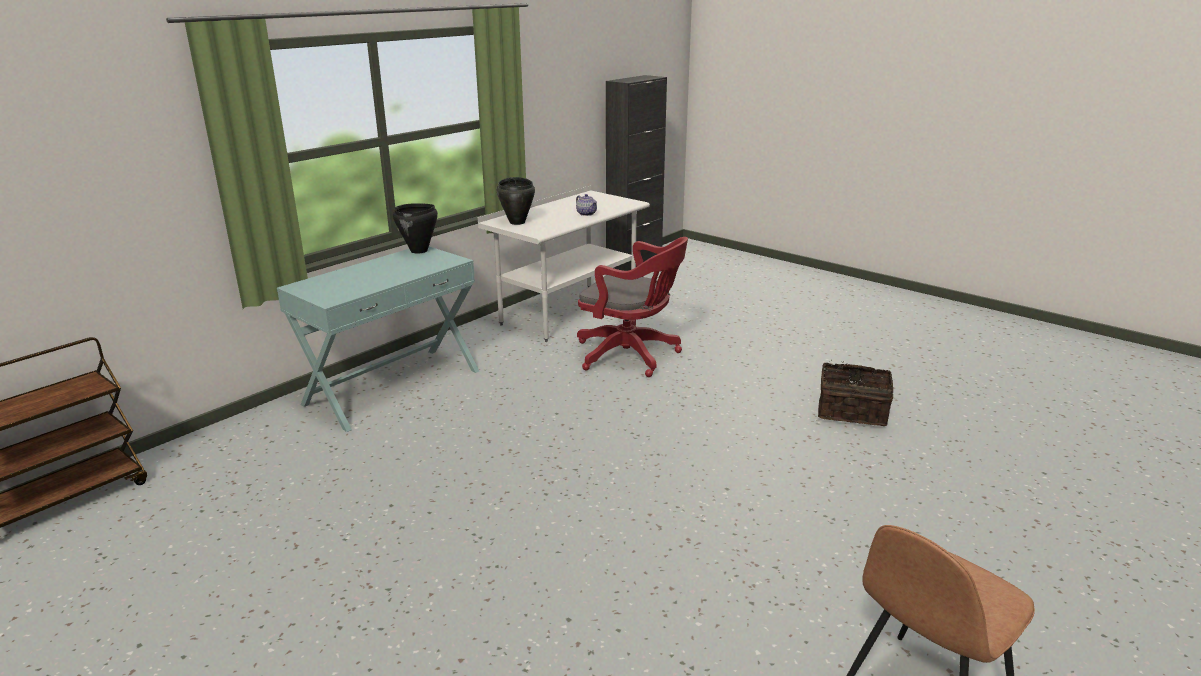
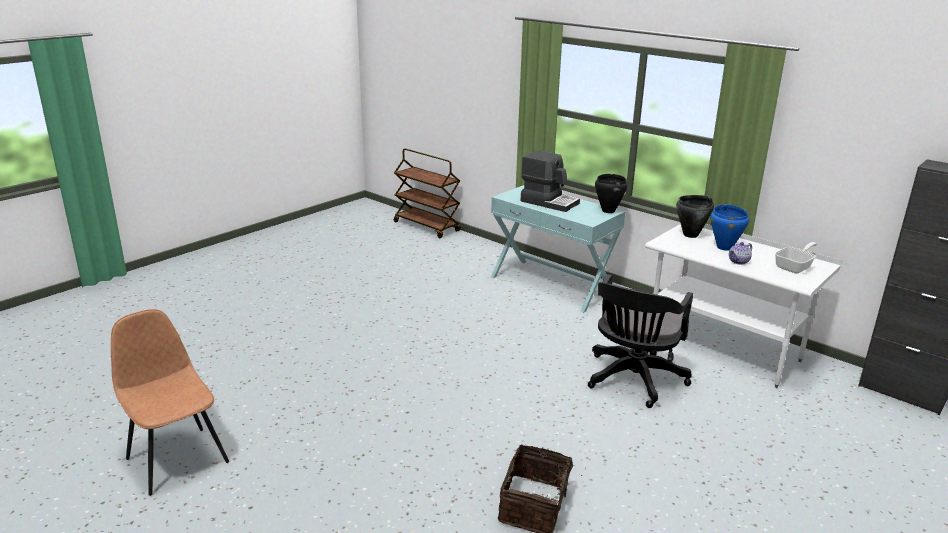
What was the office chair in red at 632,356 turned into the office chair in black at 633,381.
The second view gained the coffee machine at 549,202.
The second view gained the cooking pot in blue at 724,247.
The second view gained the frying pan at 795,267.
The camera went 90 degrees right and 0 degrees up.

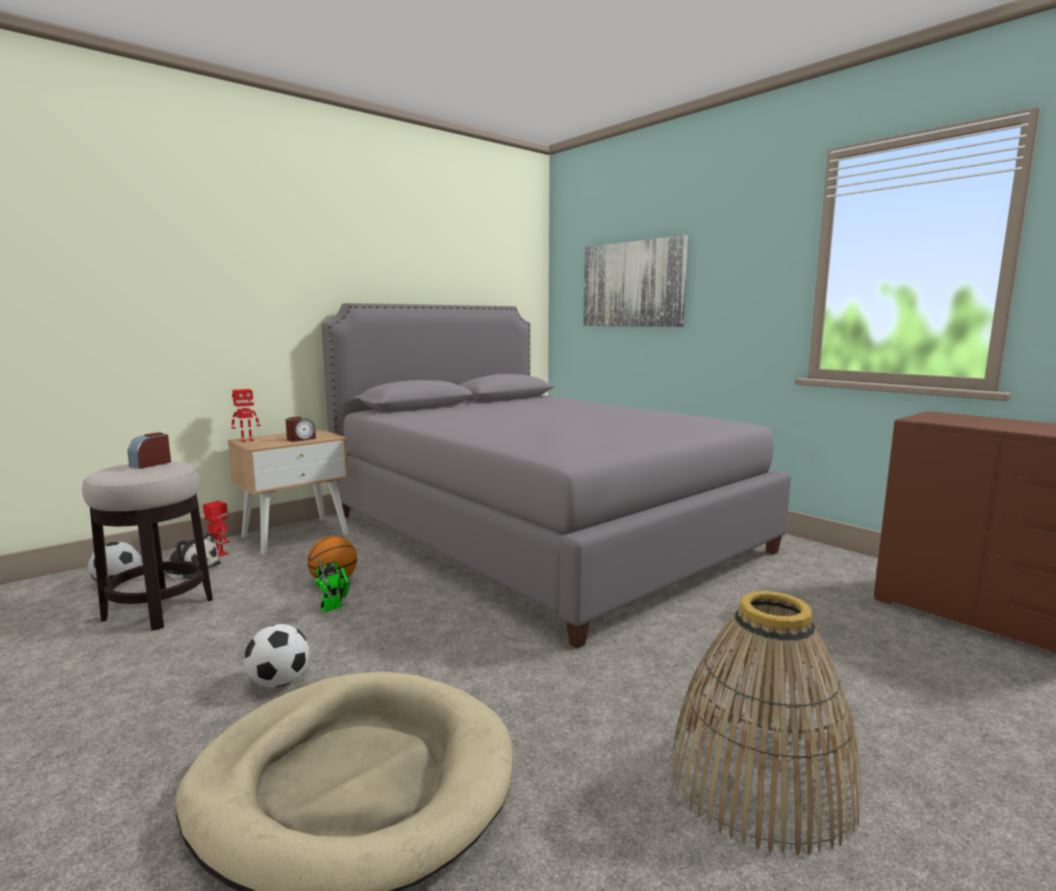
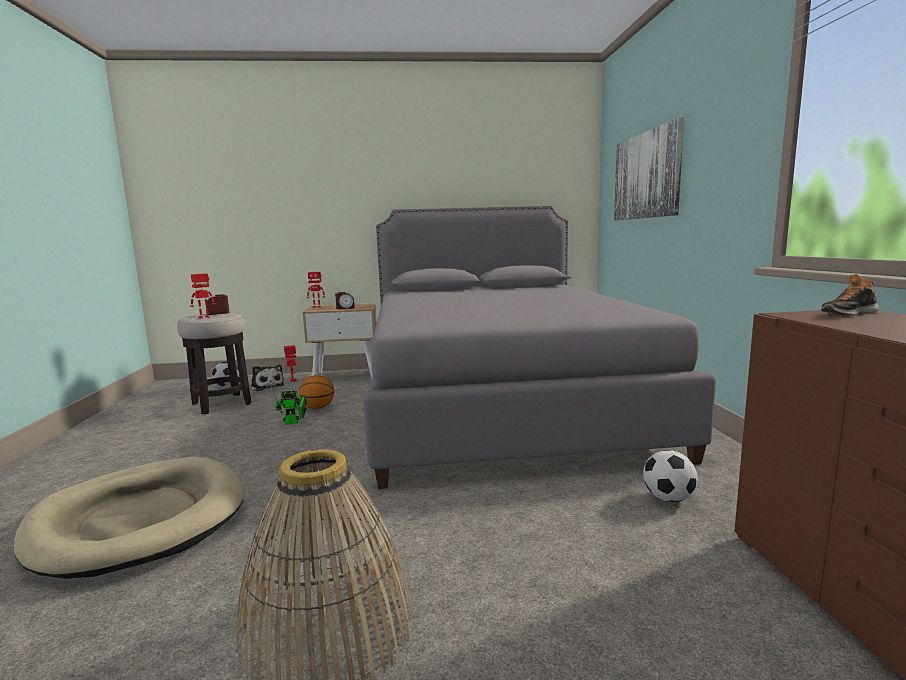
The football ended up elsewhere, having gone from 280,682 to 668,498.
The second view gained the toy robot at 204,317.
The second view gained the shoe at 847,313.
The camera went 35 degrees right and 0 degrees up.

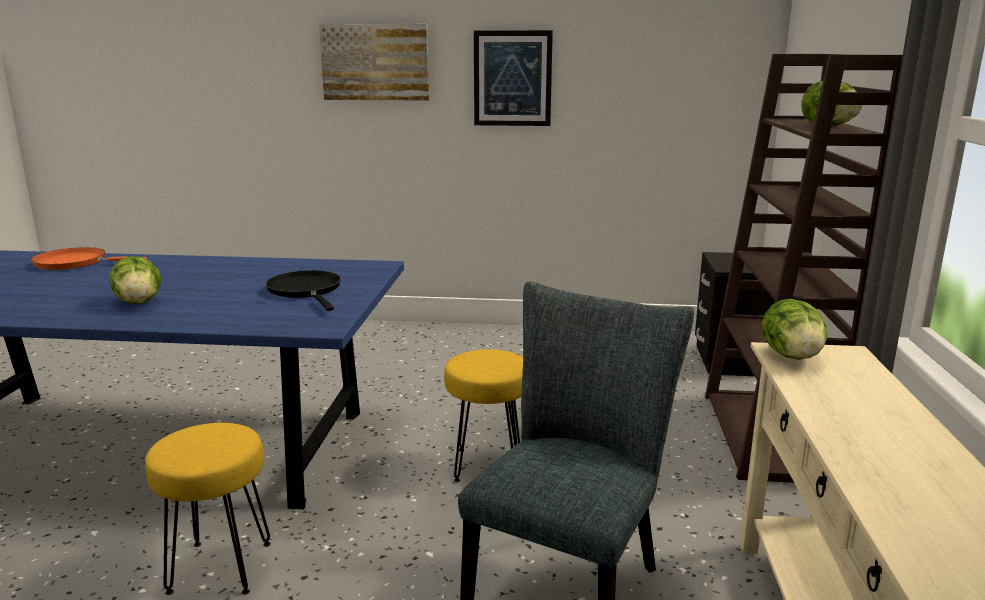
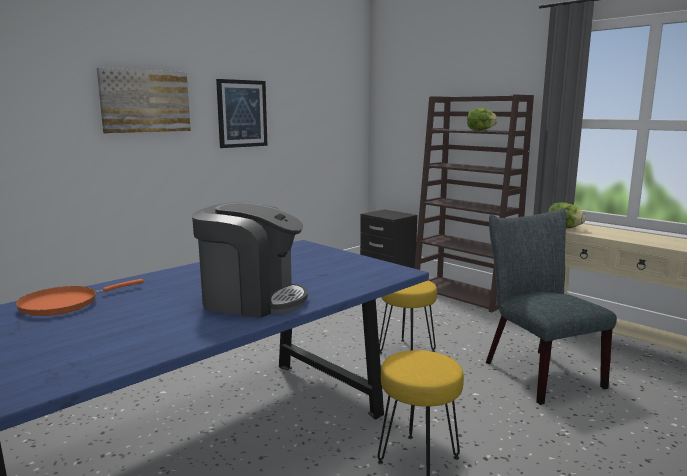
Where the lettuce stood at 139,302, the coffee machine came to stand at 252,299.
The second view lost the frying pan in black at 306,290.
The camera went 50 degrees left and 5 degrees down.

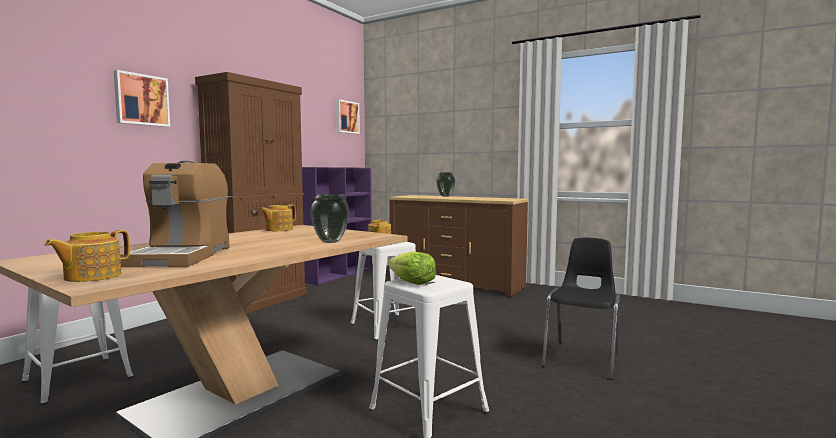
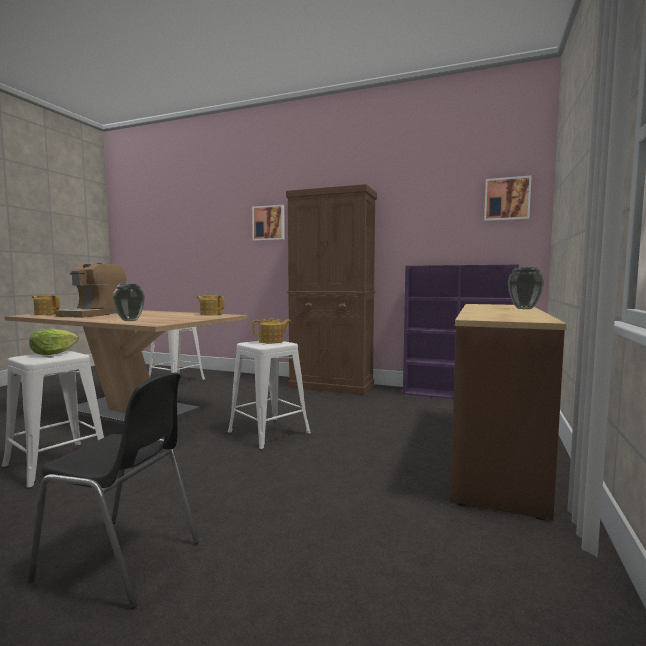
The coffee machine at 182,256 ended up facing another way, 60 degrees counterclockwise from before.
The camera went 80 degrees right and 0 degrees up.

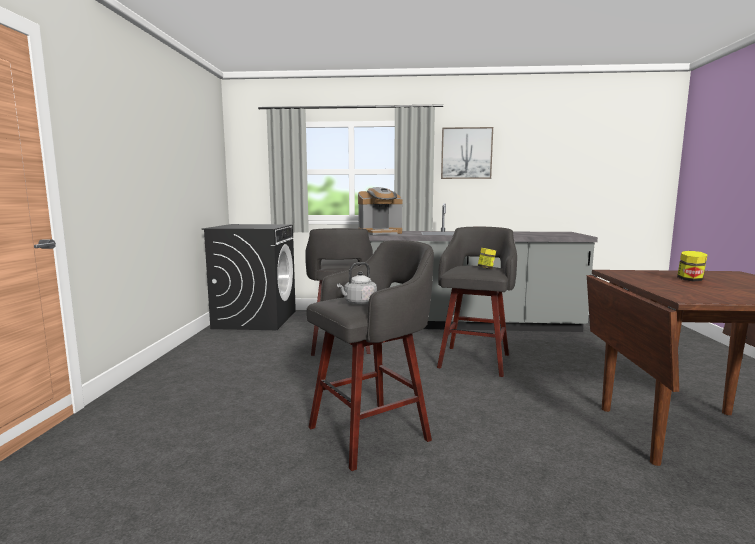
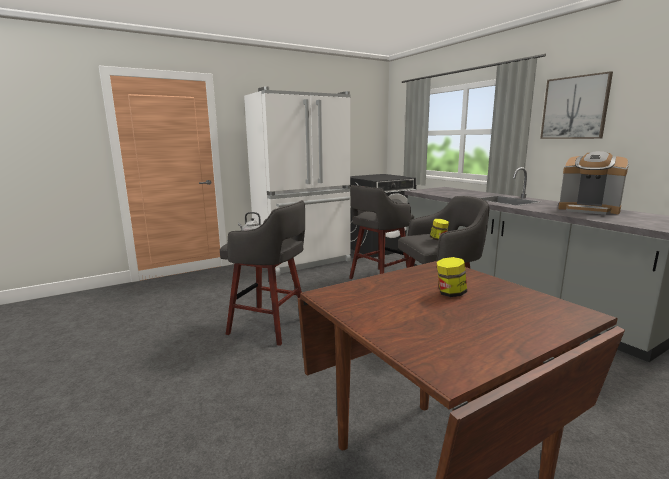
The coffee machine ended up elsewhere, having gone from 380,233 to 588,210.
The second view gained the fridge in white at 304,261.
The camera went 55 degrees right and 5 degrees up.

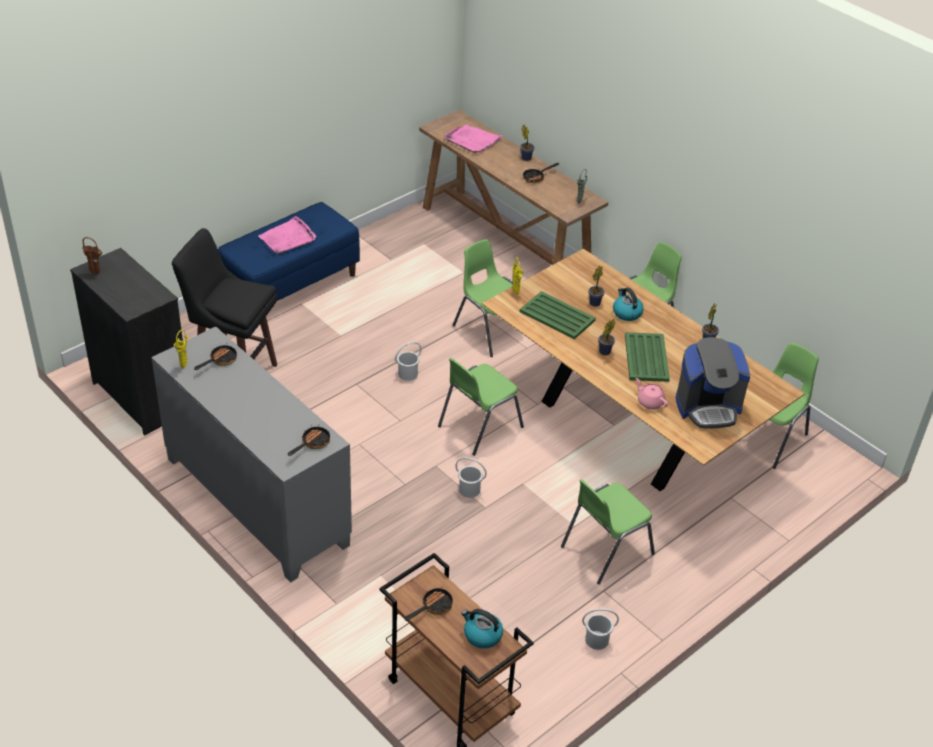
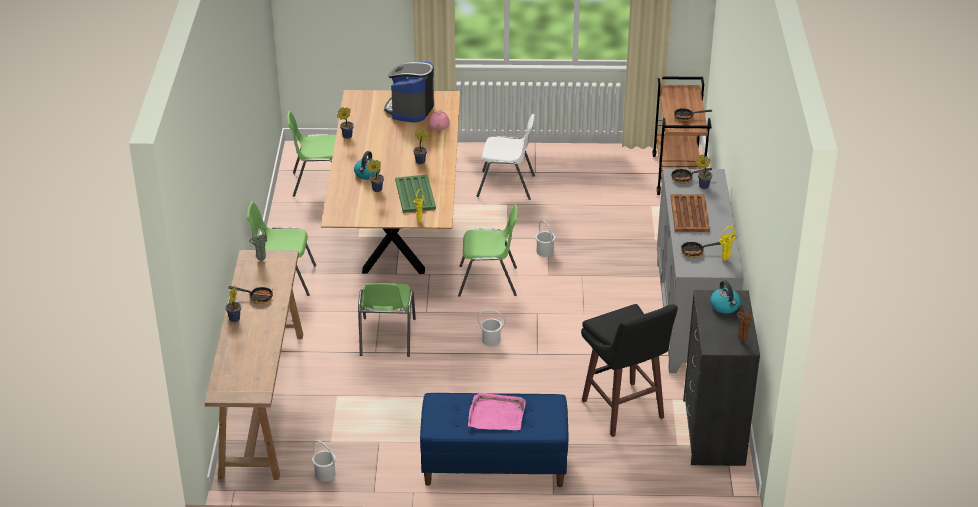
The second view lost the tray in pink at 472,140.
The kettle ended up elsewhere, having gone from 482,635 to 725,306.
What was the chair in green at 605,550 turned into the chair in white at 507,186.
The bucket in white ended up elsewhere, having gone from 596,639 to 325,474.
The second view lost the tray in green at 646,357.
The coffee machine at 708,407 ended up facing another way, 105 degrees counterclockwise from before.
The second view gained the tray in brown at 689,214.
The second view gained the potted plant at 702,186.
The camera went 135 degrees left and 5 degrees down.

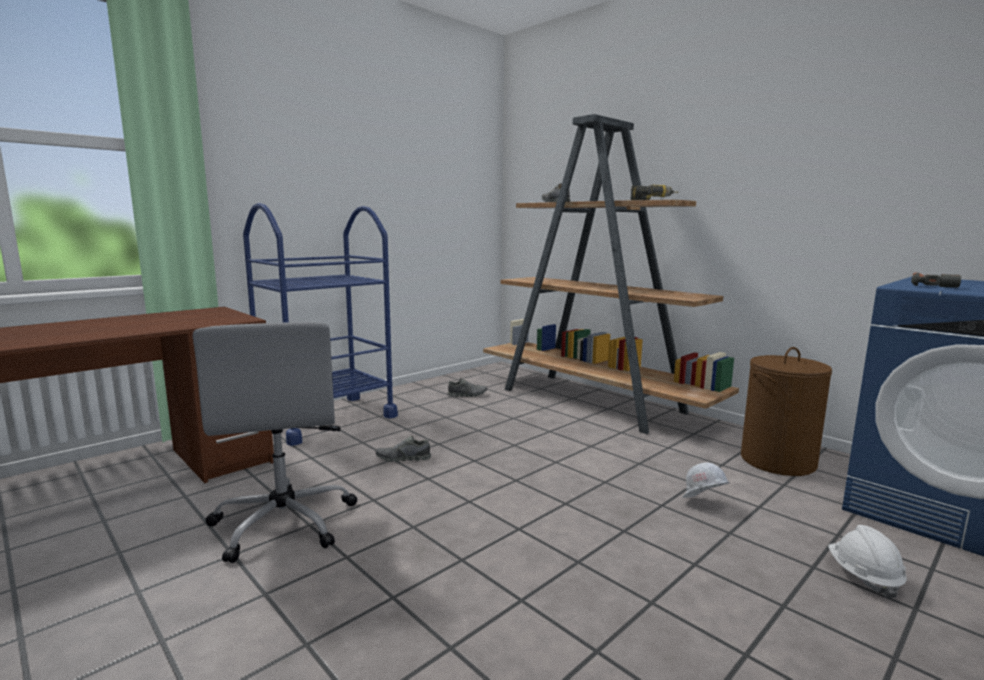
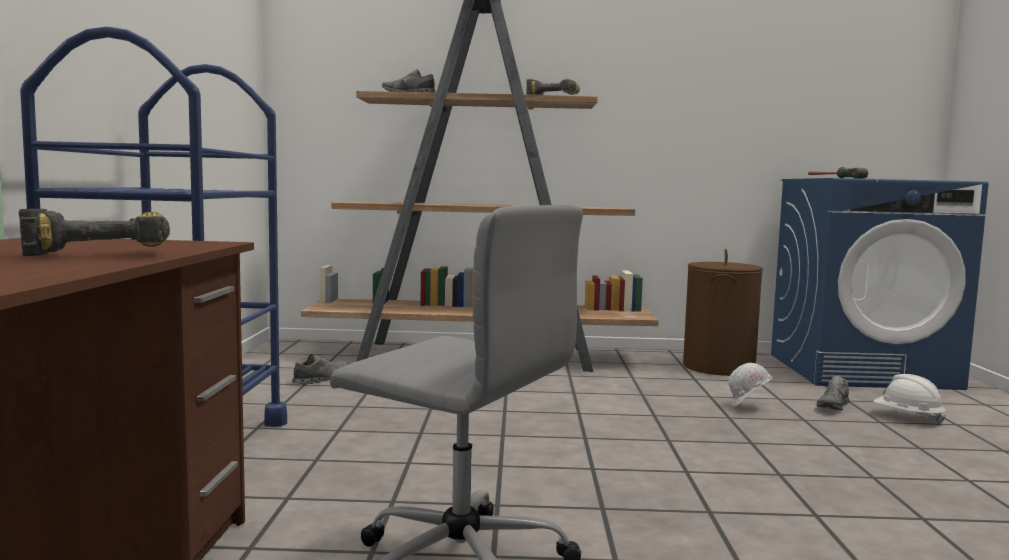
The shoe in grey ended up elsewhere, having gone from 403,459 to 833,406.
The second view gained the power drill at 103,253.
The camera went 45 degrees left and 5 degrees down.

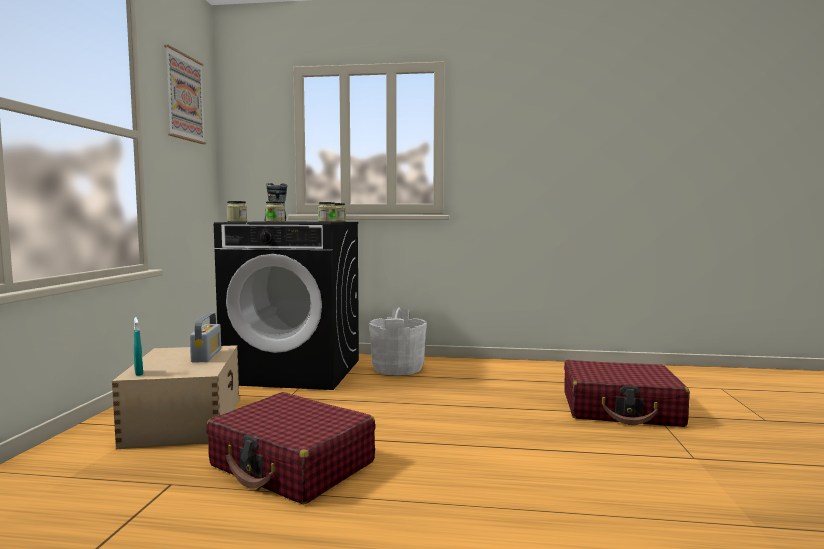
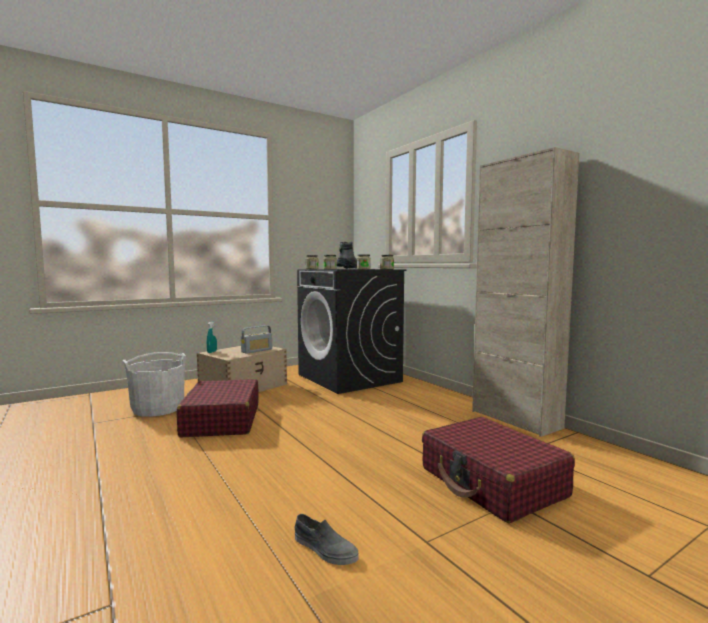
The second view lost the picture at 184,97.
The bucket in white ended up elsewhere, having gone from 397,368 to 157,408.
The second view gained the shoe in grey at 324,549.
The second view gained the cabinet in beige at 515,419.
The camera went 50 degrees right and 0 degrees up.

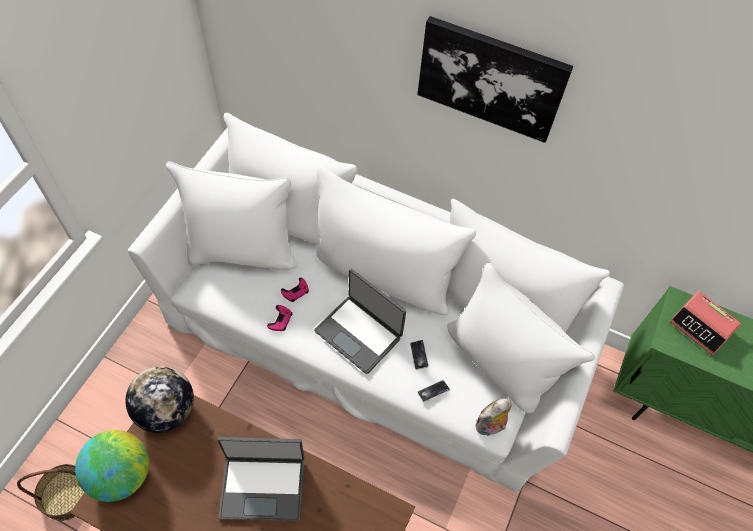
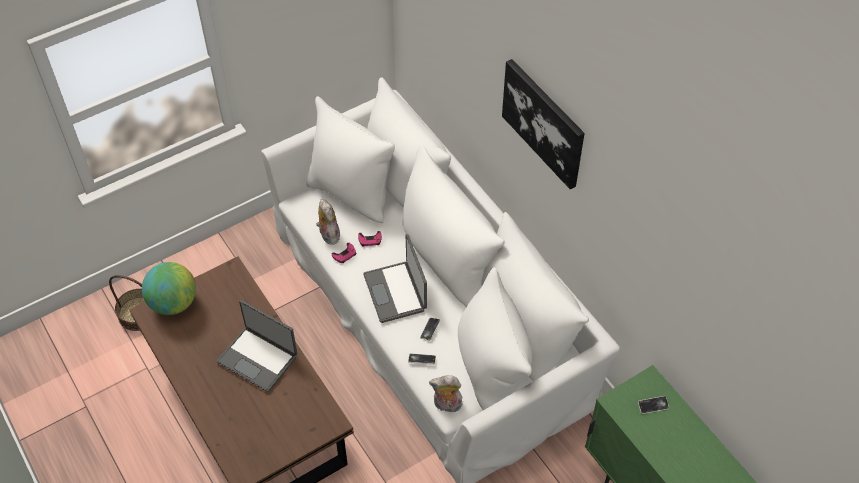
The second view lost the globe at 166,410.
Where the alarm clock stood at 701,326, the phone came to stand at 653,406.
The second view gained the plush toy at 328,235.
The camera went 35 degrees right and 5 degrees down.

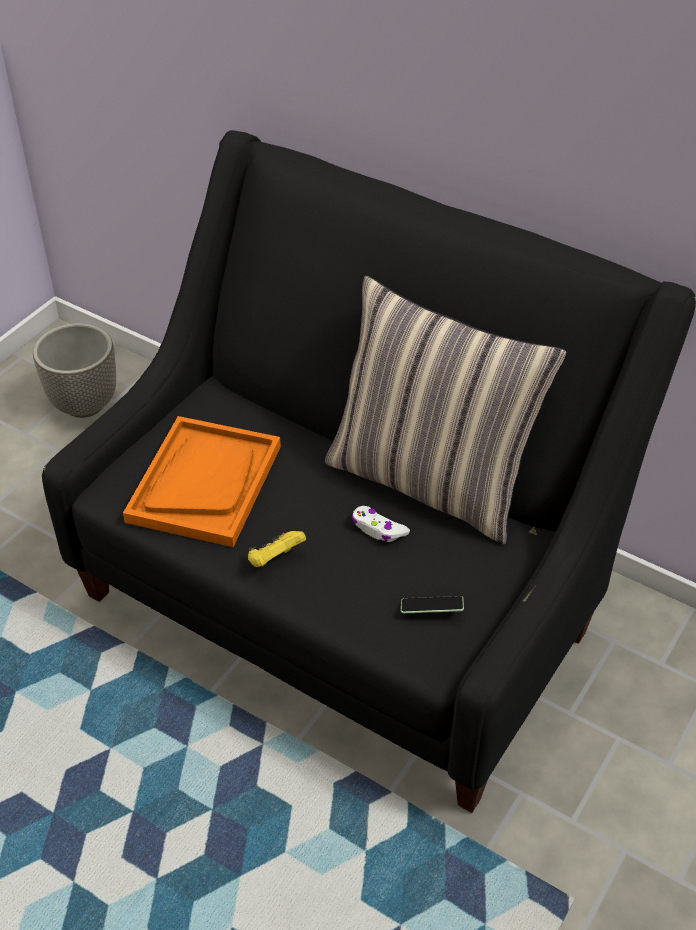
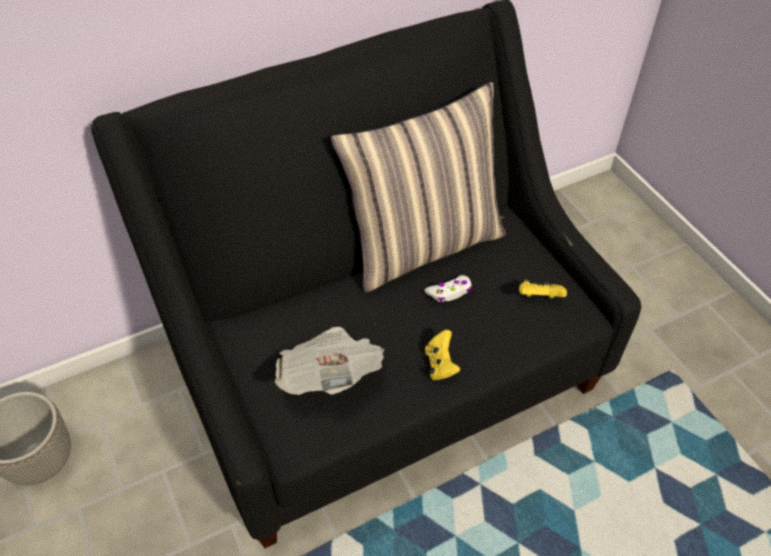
Where the tray in orange stood at 204,483, the newspaper came to stand at 330,375.
Where the phone stood at 431,610, the game controller in yellow came to stand at 539,298.
The camera went 60 degrees left and 5 degrees up.

